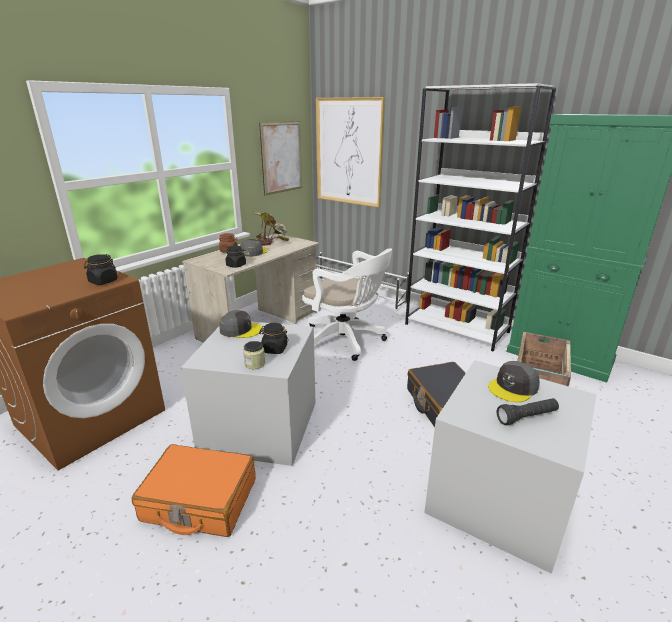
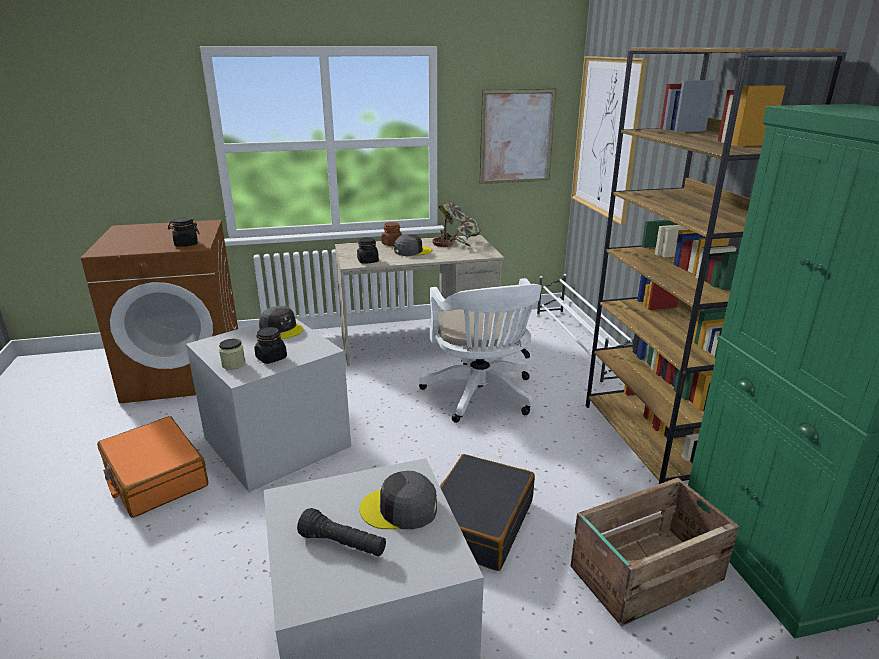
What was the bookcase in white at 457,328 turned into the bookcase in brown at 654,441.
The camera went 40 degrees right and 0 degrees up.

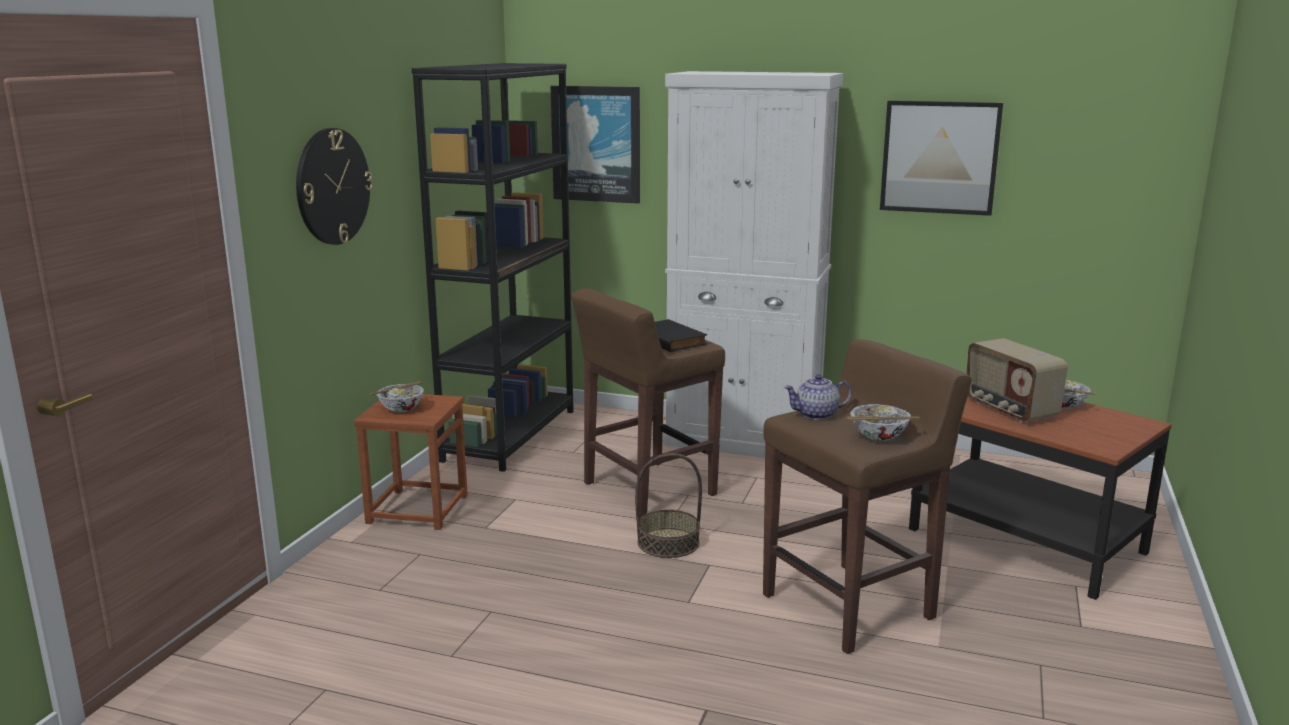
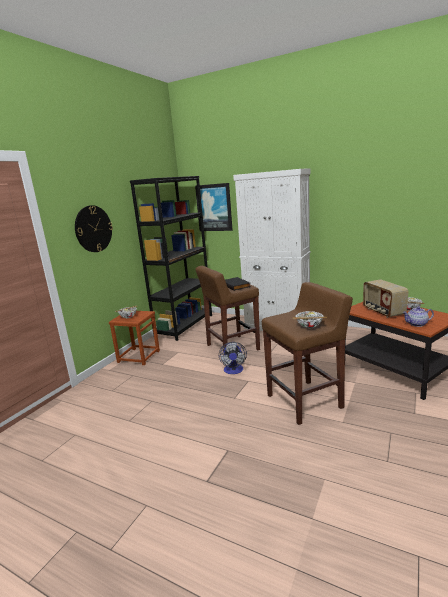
Where the basket stood at 668,543, the fan came to stand at 233,371.
The teapot ended up elsewhere, having gone from 817,415 to 417,324.
The second view lost the picture at 939,157.
The camera went 10 degrees right and 0 degrees up.

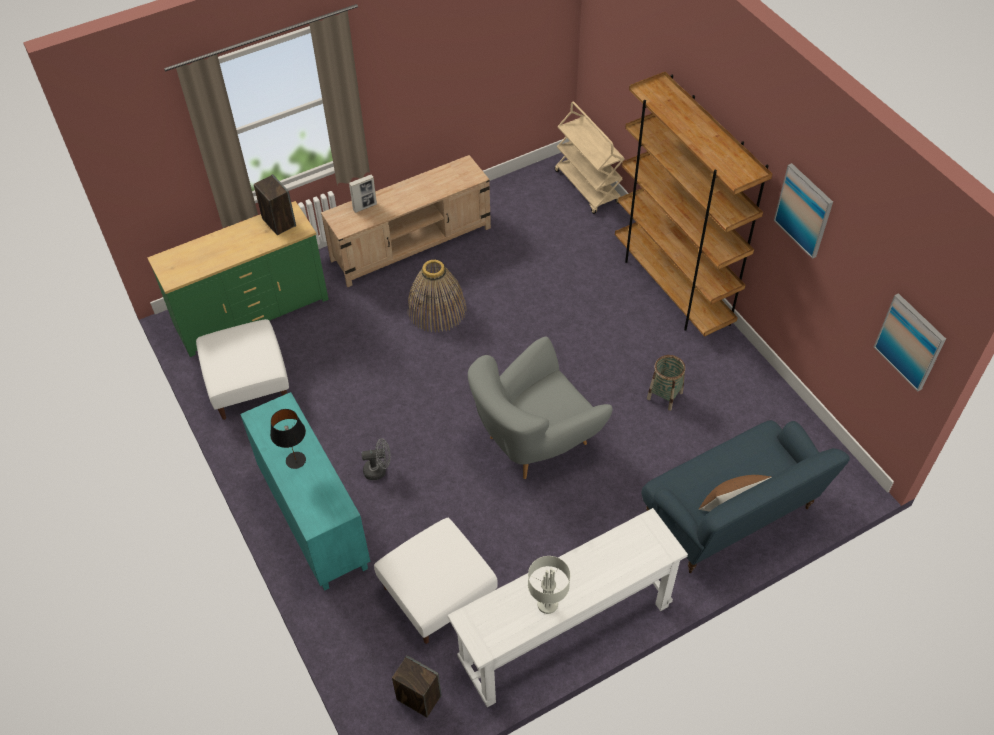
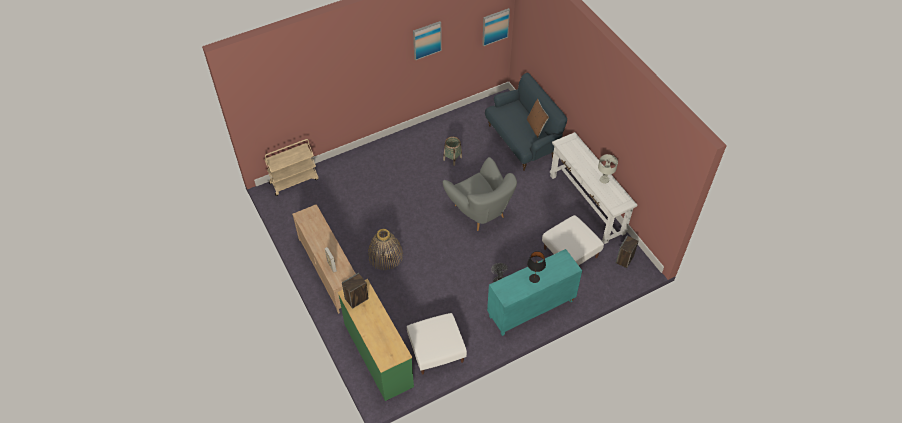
The second view lost the bookcase in brown at 672,287.
The camera went 90 degrees left and 0 degrees up.

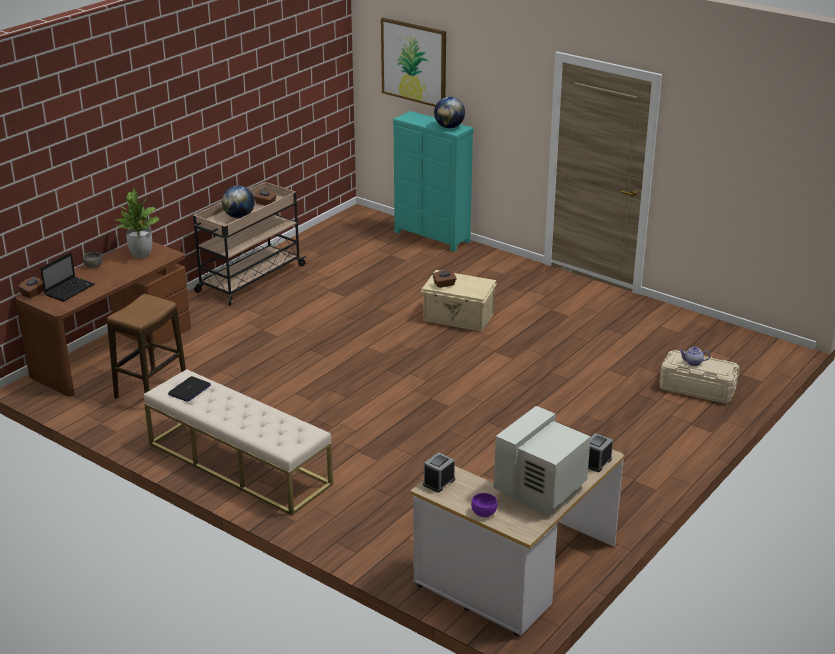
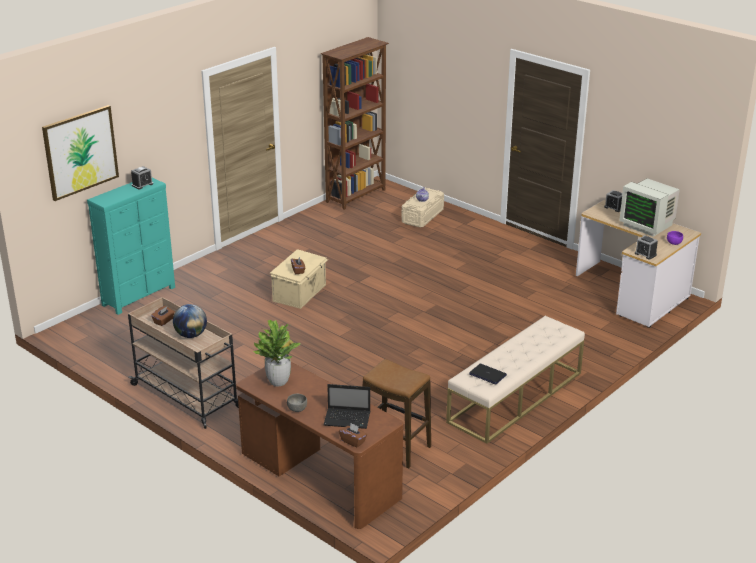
The laptop at 70,289 ended up facing another way, 150 degrees clockwise from before.
Where the globe stood at 449,127, the alarm clock came to stand at 142,185.
The second view gained the bookcase in brown at 356,196.
The camera went 85 degrees left and 0 degrees up.

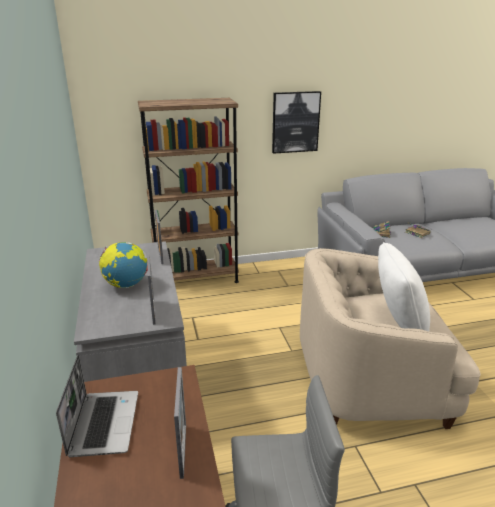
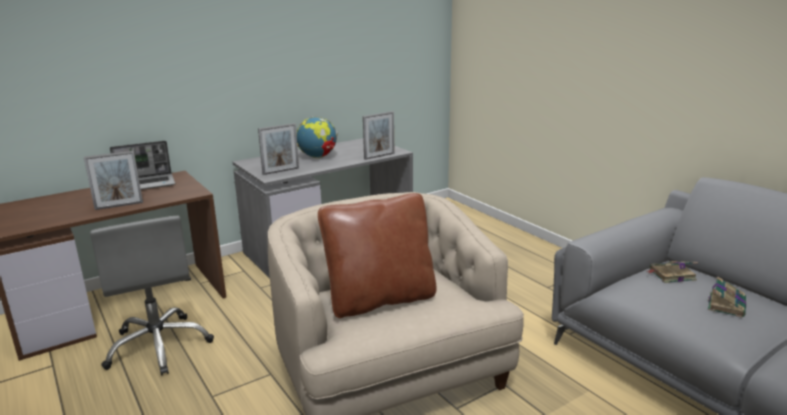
The second view lost the bookcase in brown at 196,279.
The second view lost the picture at 295,122.
What was the pillow in white at 397,324 turned into the pillow in brown at 380,299.
The camera went 70 degrees right and 5 degrees down.

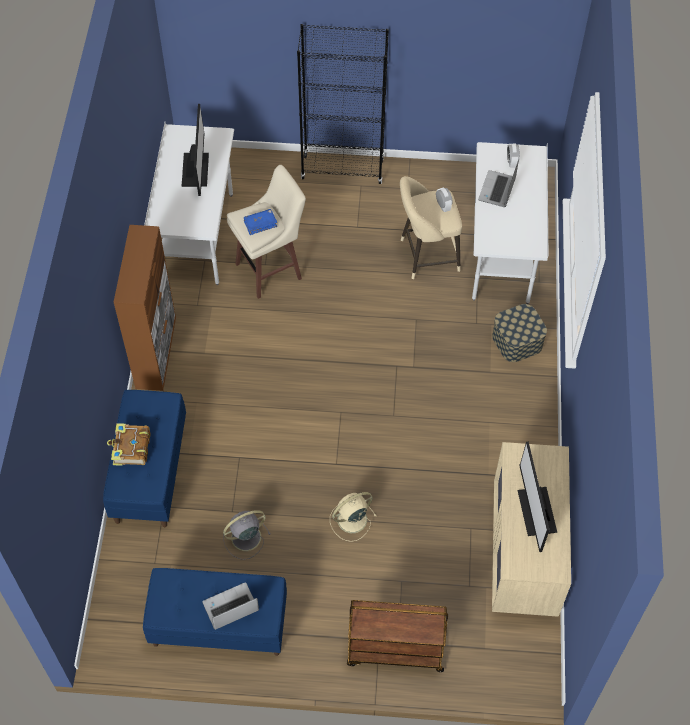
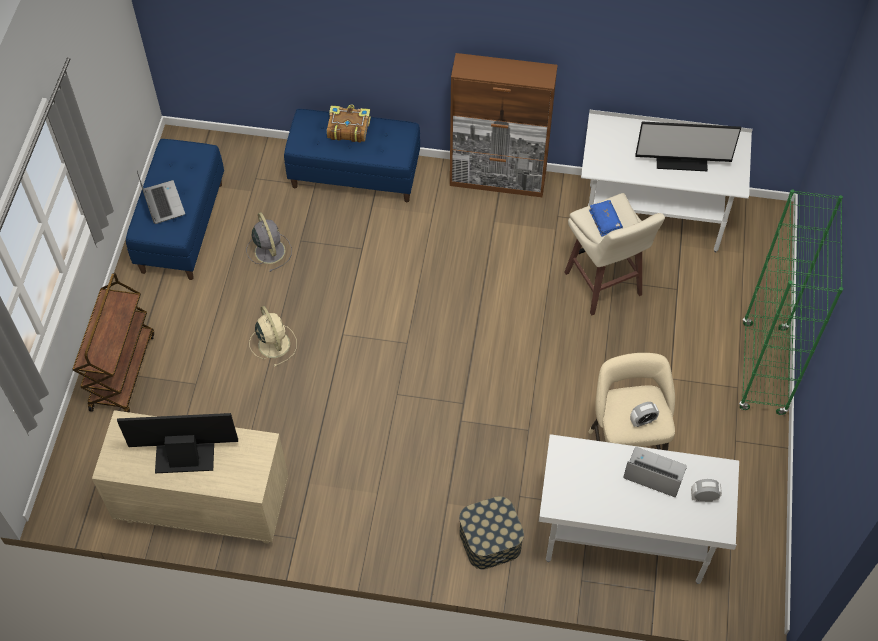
What was the bookcase in black at 342,169 turned into the bookcase in green at 763,369.
The camera went 95 degrees right and 0 degrees up.

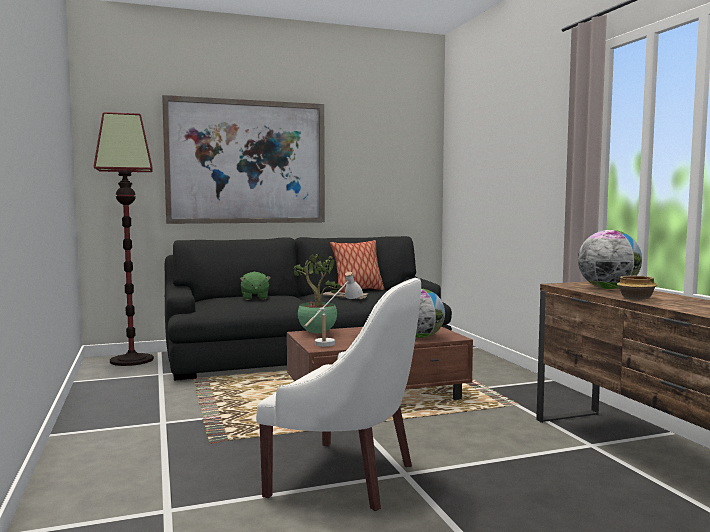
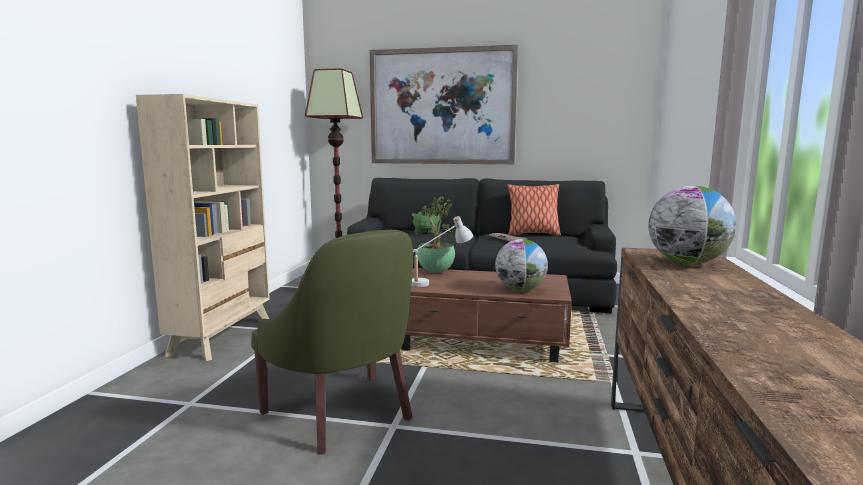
What was the armchair in white at 347,477 turned into the armchair in green at 343,414.
The second view lost the bowl at 637,298.
The second view gained the bookcase in beige at 223,336.
The camera went 30 degrees right and 5 degrees up.

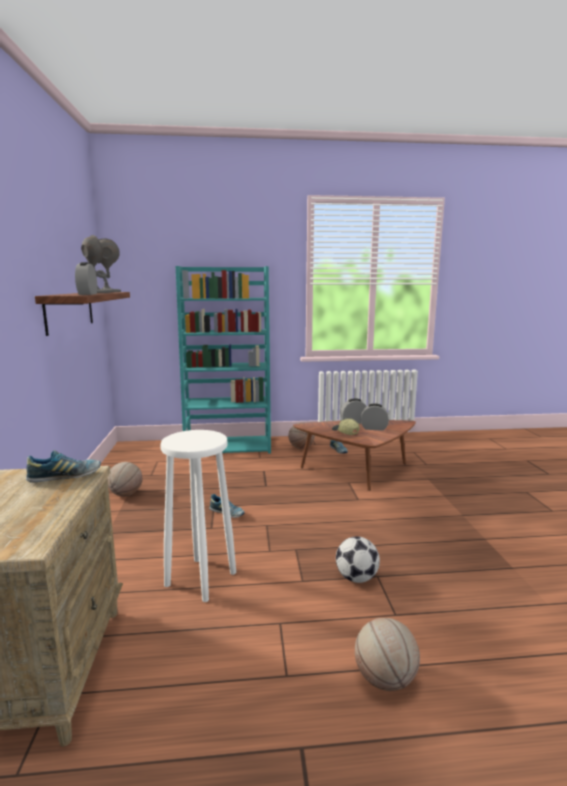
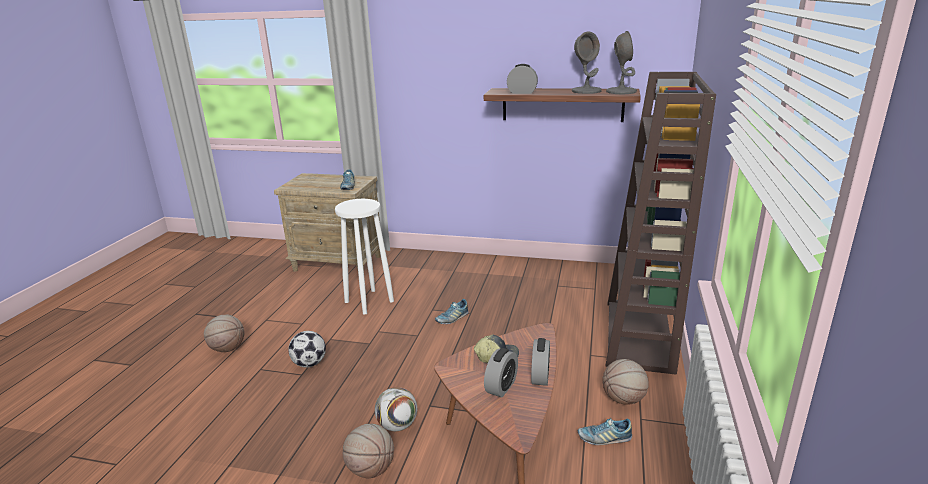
The basketball ended up elsewhere, having gone from 125,494 to 371,469.
What was the bookcase in turquoise at 229,446 turned into the bookcase in brown at 639,336.
The second view gained the football at 397,425.
The camera went 110 degrees right and 10 degrees up.

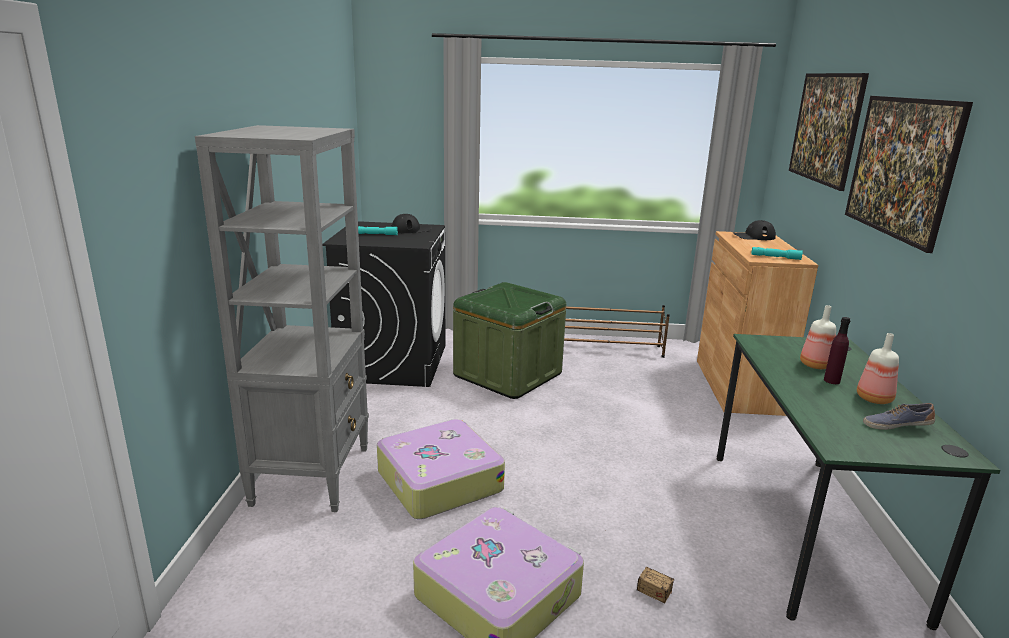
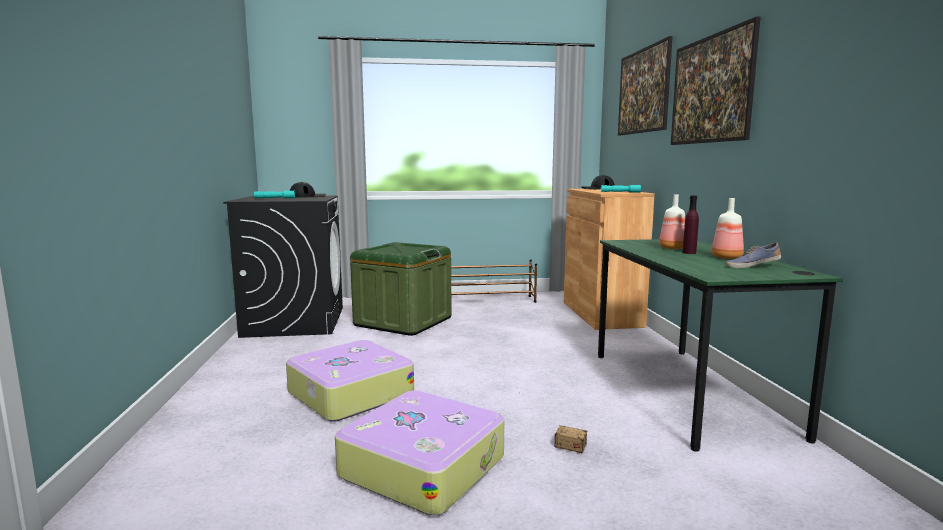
The second view lost the bookcase in grey at 312,474.
The camera went 10 degrees left and 10 degrees down.

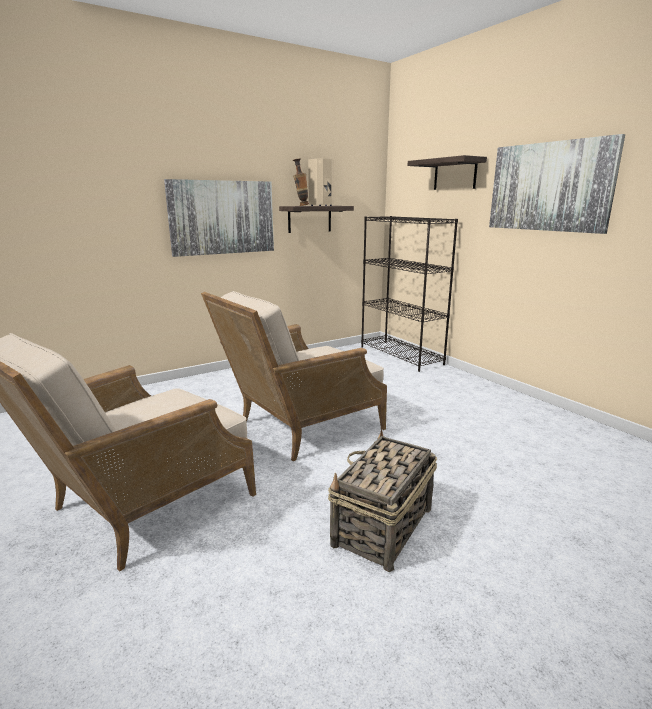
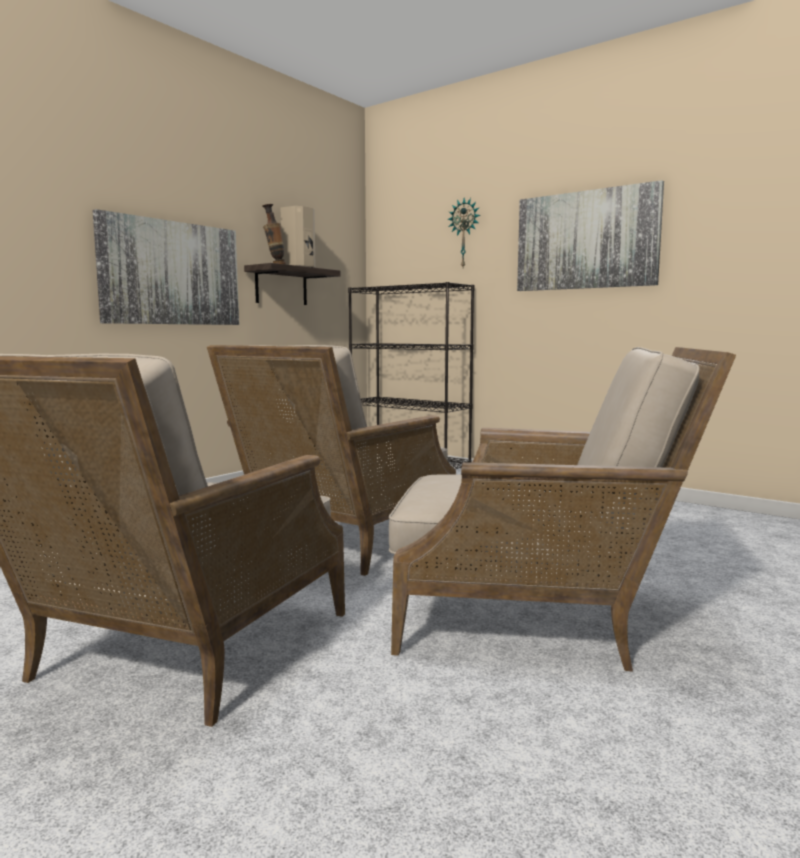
Where the basket stood at 382,527, the armchair in beige came to stand at 538,617.
Where the shelf hung at 455,174, the wall clock came to hang at 465,233.
The camera went 20 degrees left and 10 degrees down.

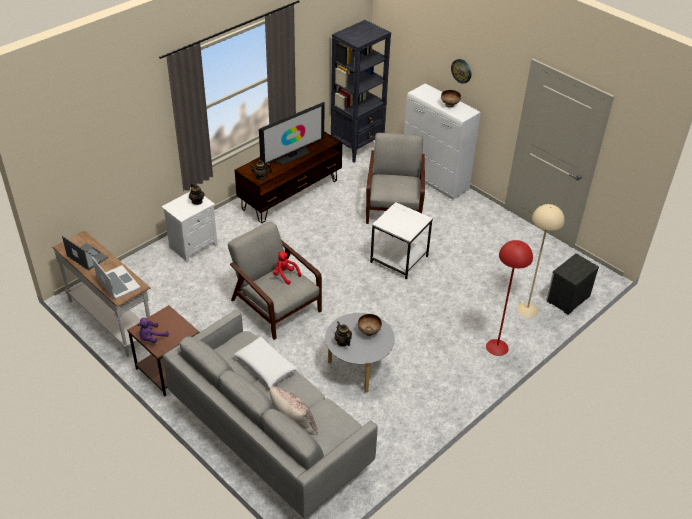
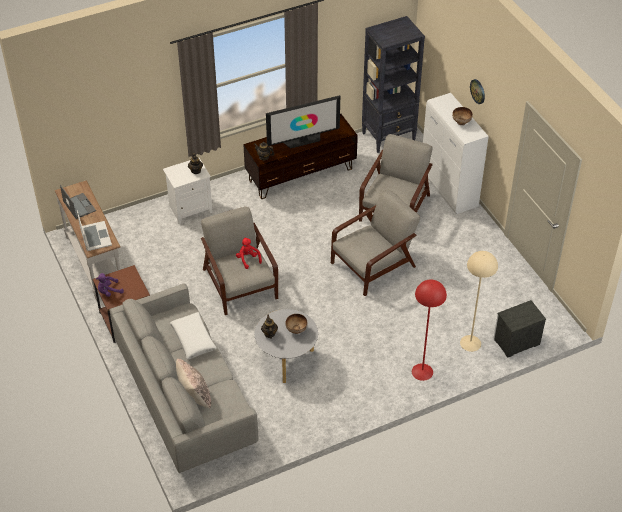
Where the side table in white stood at 400,259, the armchair in grey came to stand at 374,264.
The camera went 20 degrees right and 5 degrees up.

